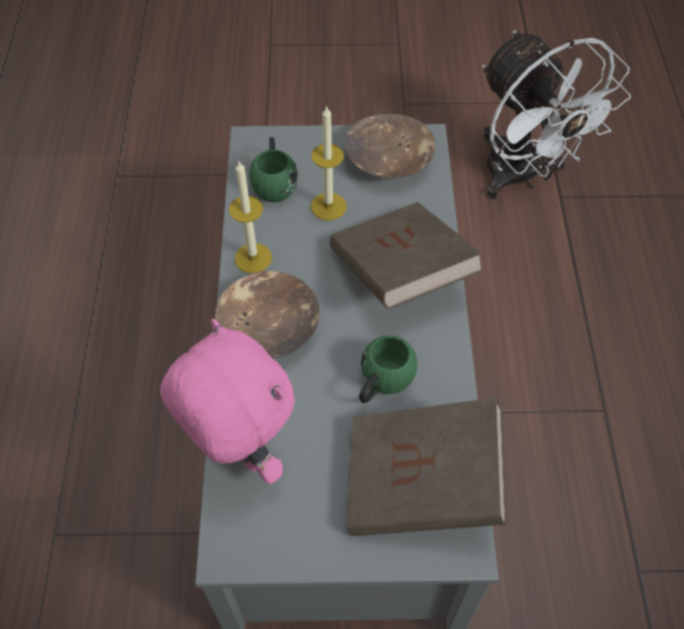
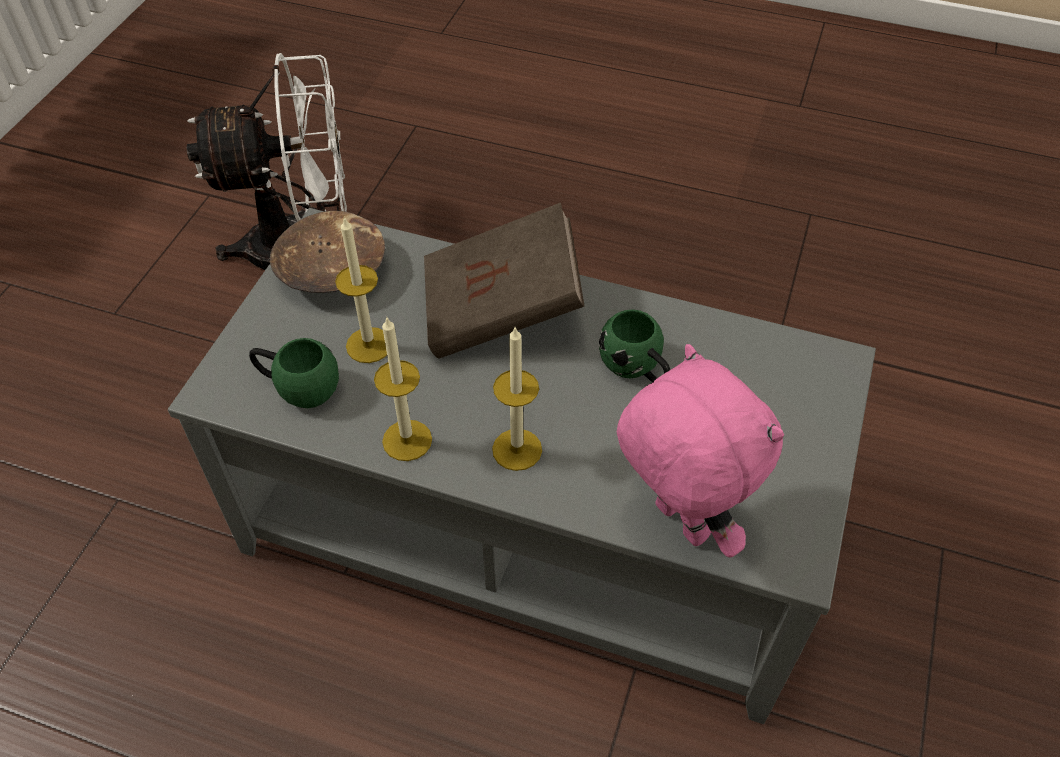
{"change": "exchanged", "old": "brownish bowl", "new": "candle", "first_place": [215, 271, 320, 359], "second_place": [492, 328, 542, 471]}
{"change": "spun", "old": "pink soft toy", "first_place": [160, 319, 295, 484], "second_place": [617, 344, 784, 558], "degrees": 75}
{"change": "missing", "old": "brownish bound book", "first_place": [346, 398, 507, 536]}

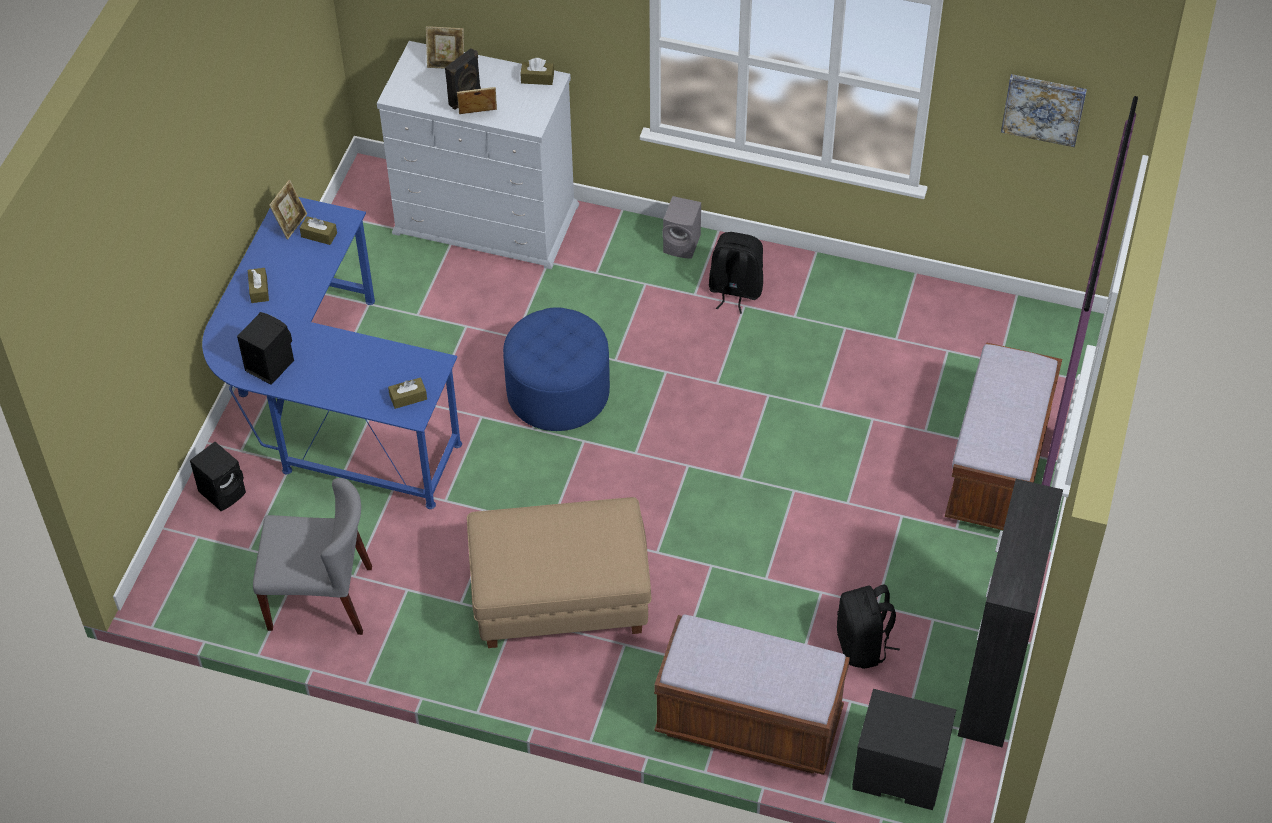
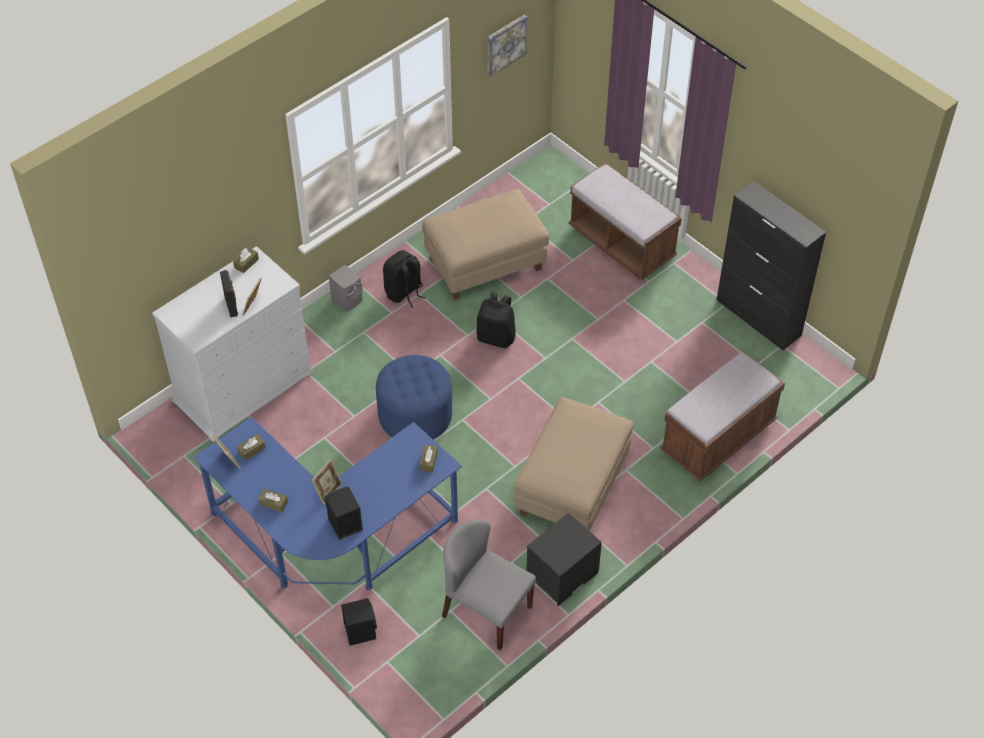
{"change": "relocated", "old": "photo frame", "first_place": [426, 26, 464, 68], "second_place": [312, 459, 342, 505]}
{"change": "spun", "old": "gray plain chair", "first_place": [253, 478, 372, 635], "second_place": [442, 519, 536, 650], "degrees": -90}
{"change": "relocated", "old": "black backpack", "first_place": [837, 585, 900, 669], "second_place": [476, 292, 515, 348]}
{"change": "relocated", "old": "black nightstand", "first_place": [852, 689, 956, 810], "second_place": [526, 513, 602, 606]}
{"change": "appeared", "new": "beige ottoman", "second_place": [422, 189, 549, 300]}

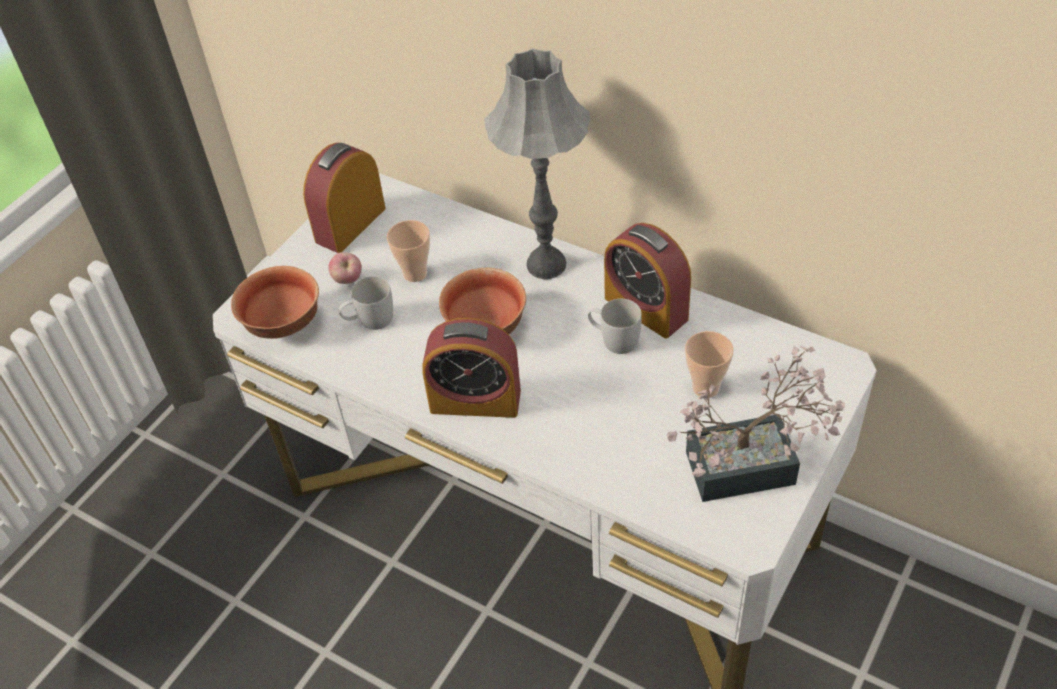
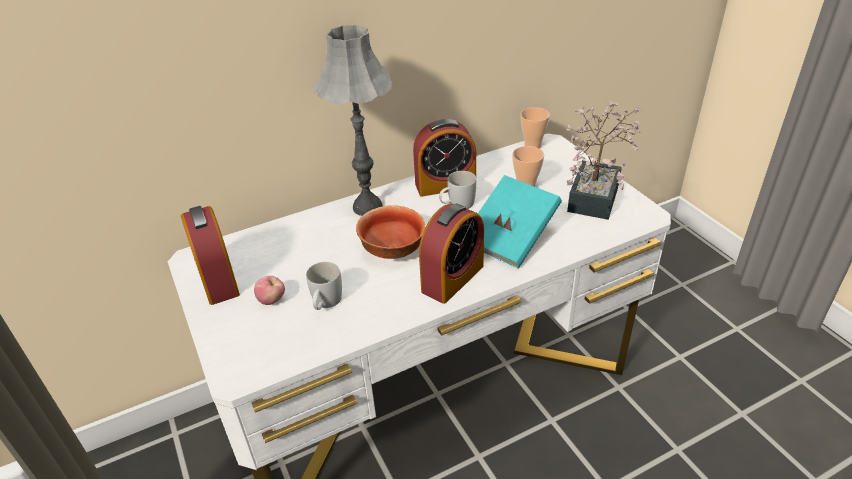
{"change": "relocated", "old": "drinking cup", "first_place": [387, 220, 430, 282], "second_place": [521, 108, 550, 149]}
{"change": "missing", "old": "bowl", "first_place": [231, 266, 319, 339]}
{"change": "appeared", "new": "turquoise-coloured bound book", "second_place": [478, 175, 562, 268]}

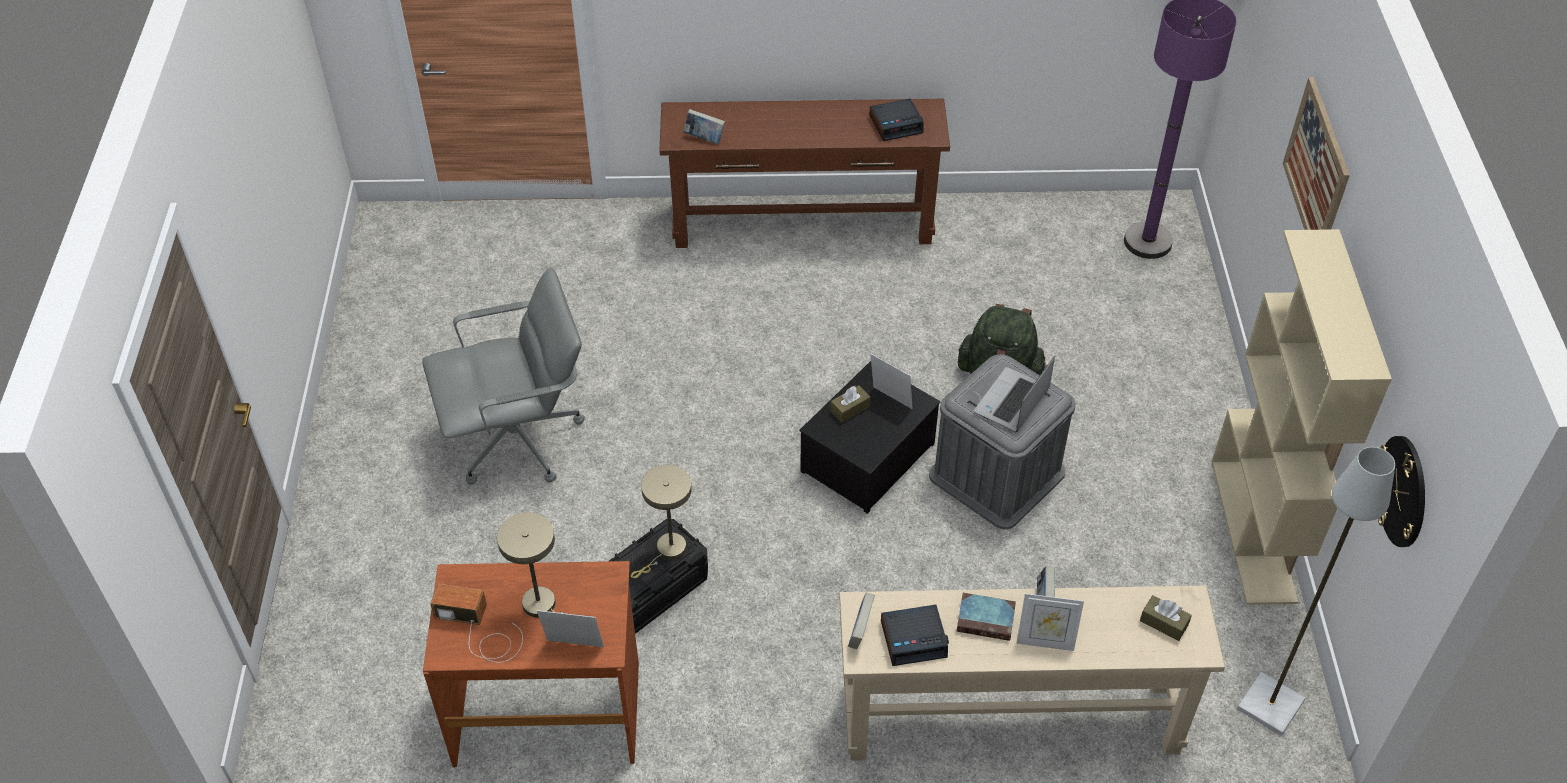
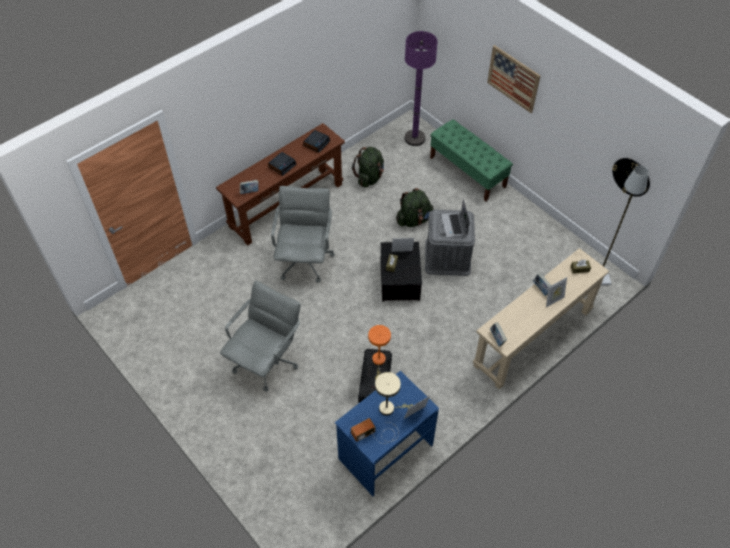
{"change": "missing", "old": "beige bookcase", "first_place": [1212, 229, 1392, 605]}
{"change": "colour", "old": "beige lamp for a table", "new": "orange lamp for a table", "first_place": [631, 465, 692, 578], "second_place": [368, 325, 391, 379]}
{"change": "colour", "old": "brownish desk unit", "new": "blue-coloured desk unit", "first_place": [423, 561, 639, 767], "second_place": [335, 371, 439, 496]}
{"change": "missing", "old": "bound book", "first_place": [957, 593, 1016, 641]}
{"change": "relocated", "old": "table clock", "first_place": [881, 605, 949, 666], "second_place": [268, 152, 297, 176]}
{"change": "appeared", "new": "green bench", "second_place": [430, 119, 513, 202]}
{"change": "appeared", "new": "green backpack", "second_place": [352, 147, 384, 187]}
{"change": "appeared", "new": "gray computer chair", "second_place": [271, 186, 335, 283]}

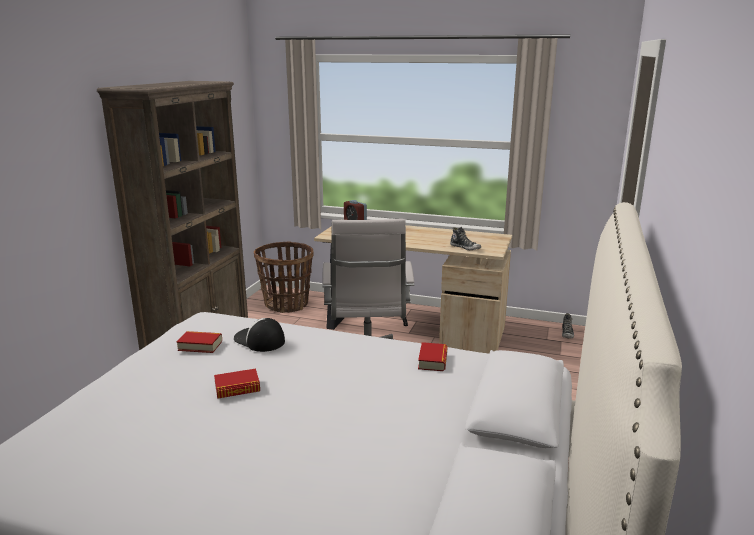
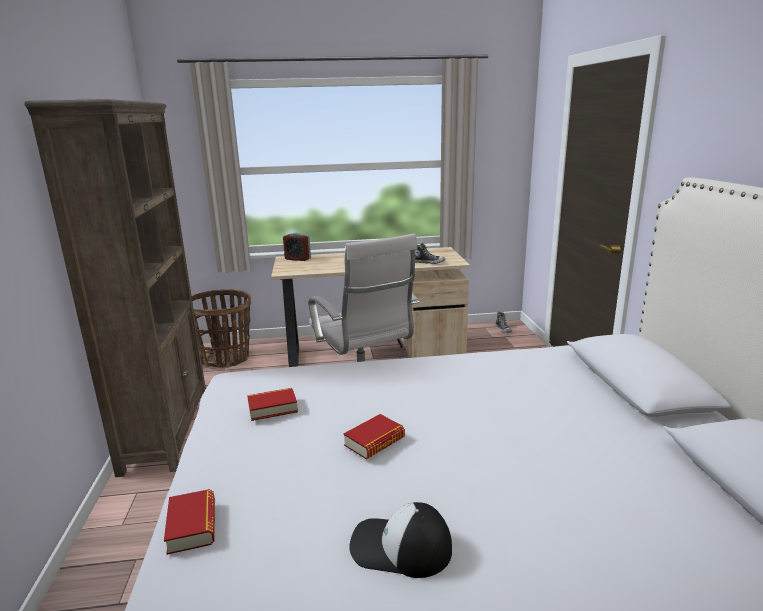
{"change": "relocated", "old": "peaked cap", "first_place": [234, 318, 285, 352], "second_place": [349, 502, 452, 578]}
{"change": "relocated", "old": "bound book", "first_place": [418, 342, 448, 371], "second_place": [164, 489, 215, 555]}

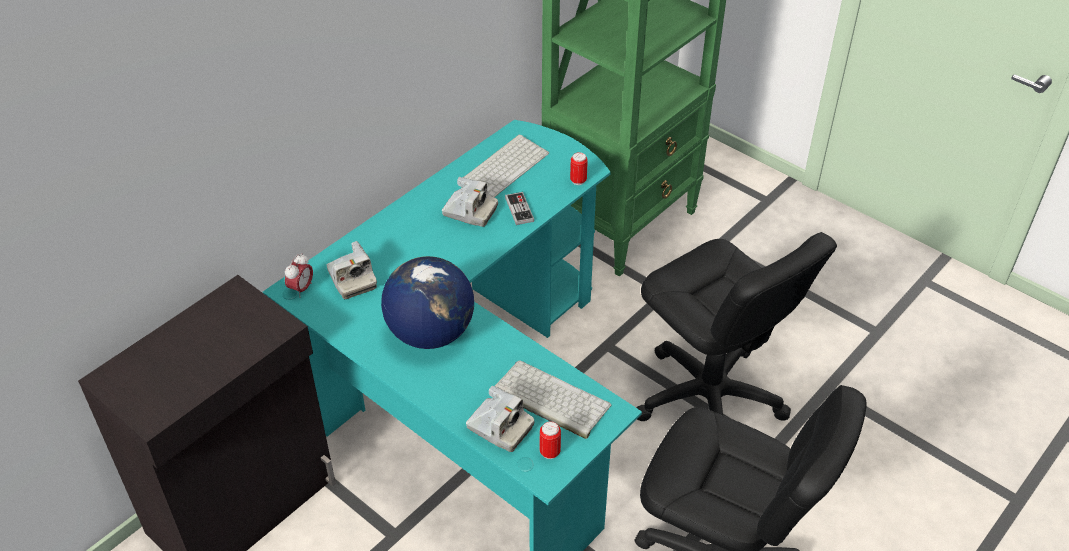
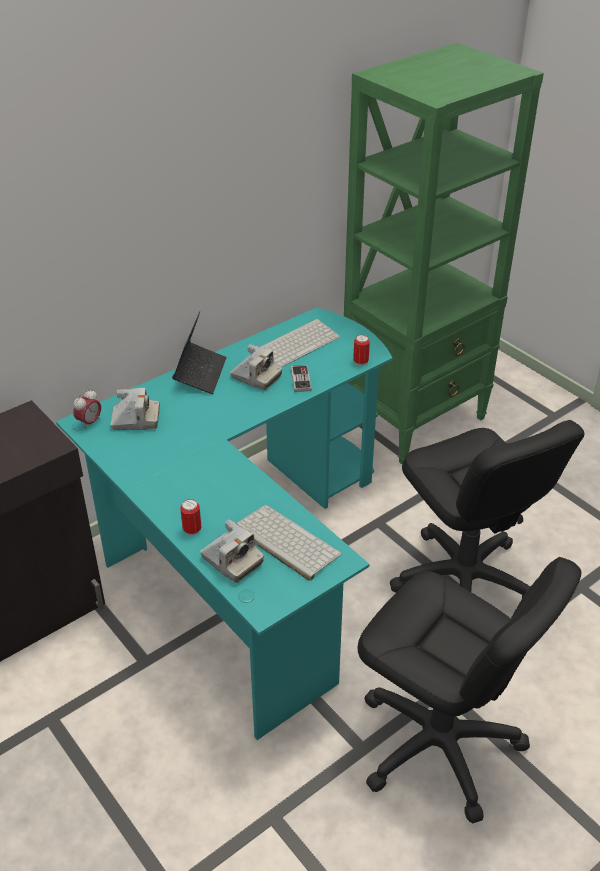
{"change": "spun", "old": "photo camera", "first_place": [327, 241, 377, 299], "second_place": [110, 388, 160, 430], "degrees": -75}
{"change": "missing", "old": "world globe", "first_place": [381, 256, 474, 349]}
{"change": "relocated", "old": "metal can", "first_place": [540, 421, 561, 459], "second_place": [180, 499, 201, 535]}
{"change": "appeared", "new": "notebook computer", "second_place": [172, 312, 227, 394]}

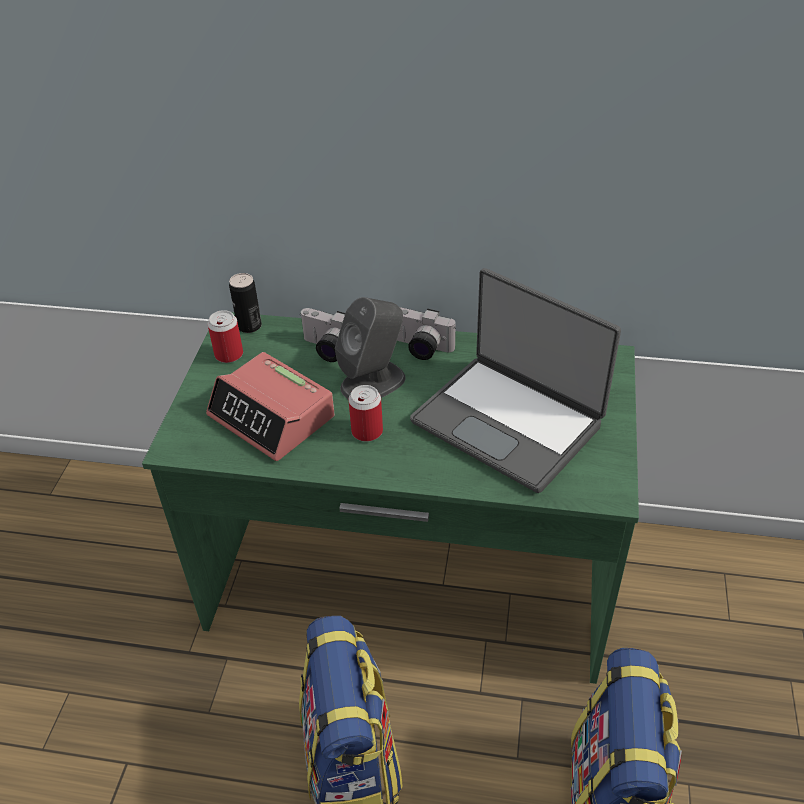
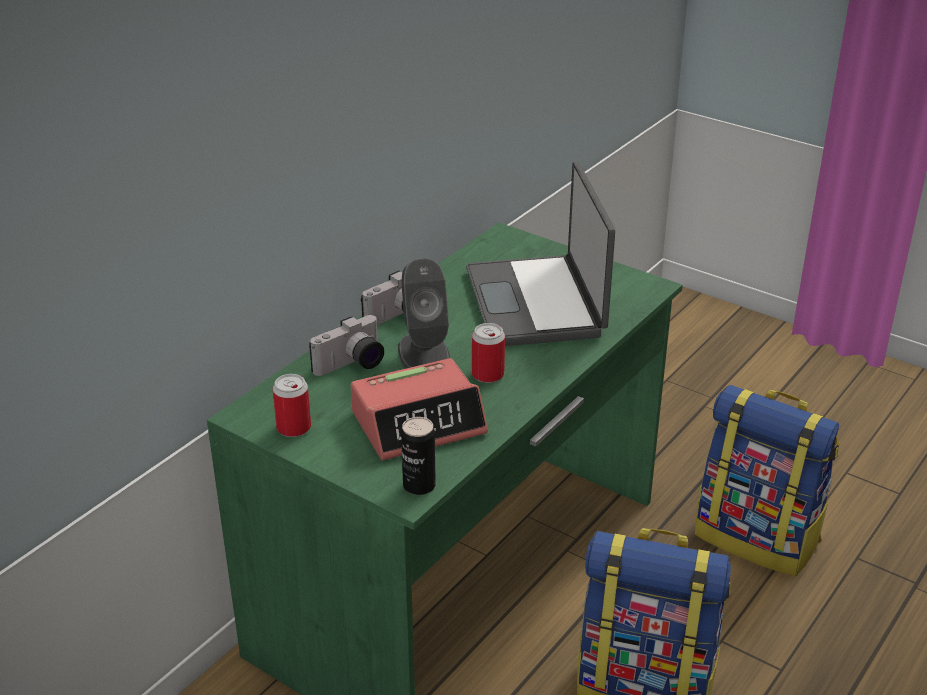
{"change": "spun", "old": "notebook computer", "first_place": [410, 268, 621, 493], "second_place": [466, 162, 615, 346], "degrees": 105}
{"change": "relocated", "old": "metal can", "first_place": [229, 273, 262, 333], "second_place": [401, 417, 436, 495]}

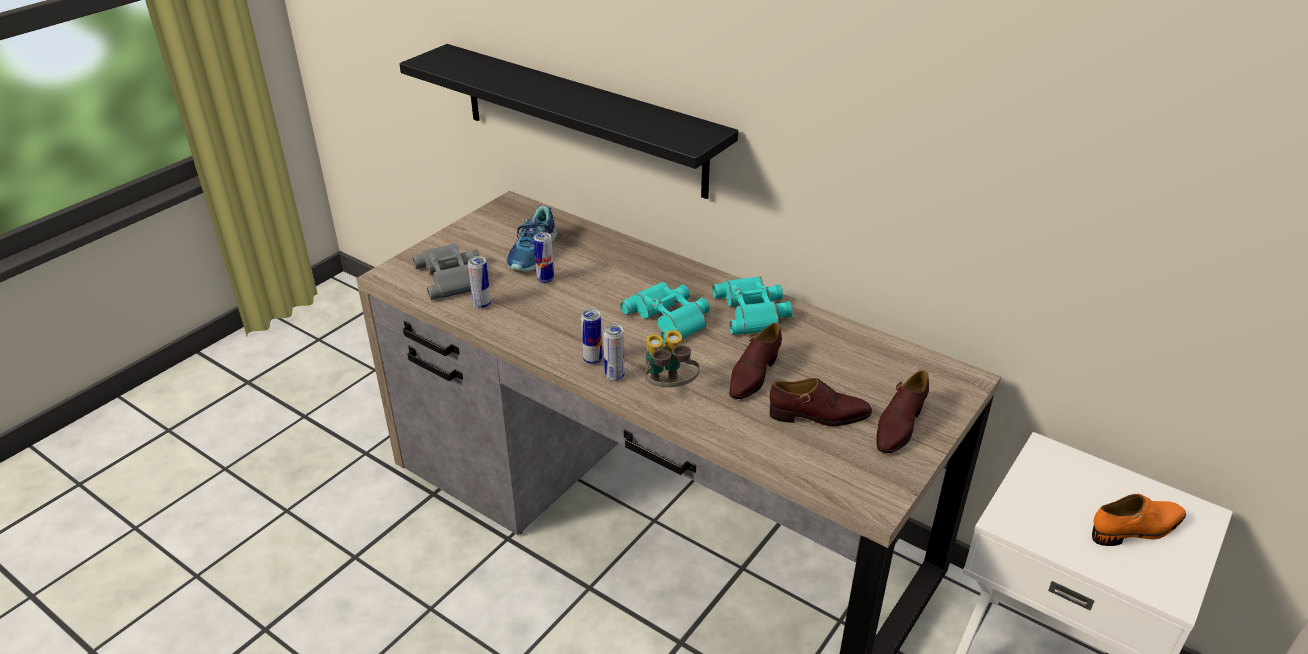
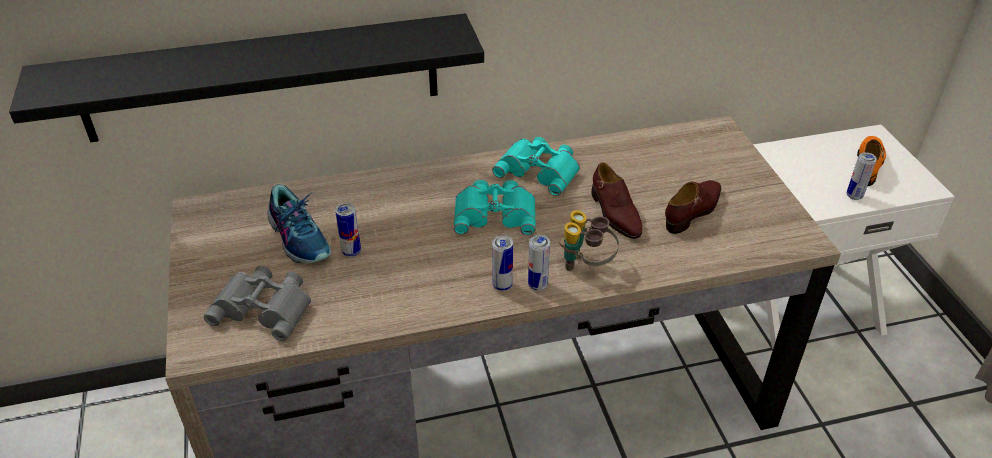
{"change": "relocated", "old": "metal can", "first_place": [468, 256, 491, 309], "second_place": [847, 152, 877, 200]}
{"change": "missing", "old": "brownish item of footwear", "first_place": [876, 370, 929, 453]}

